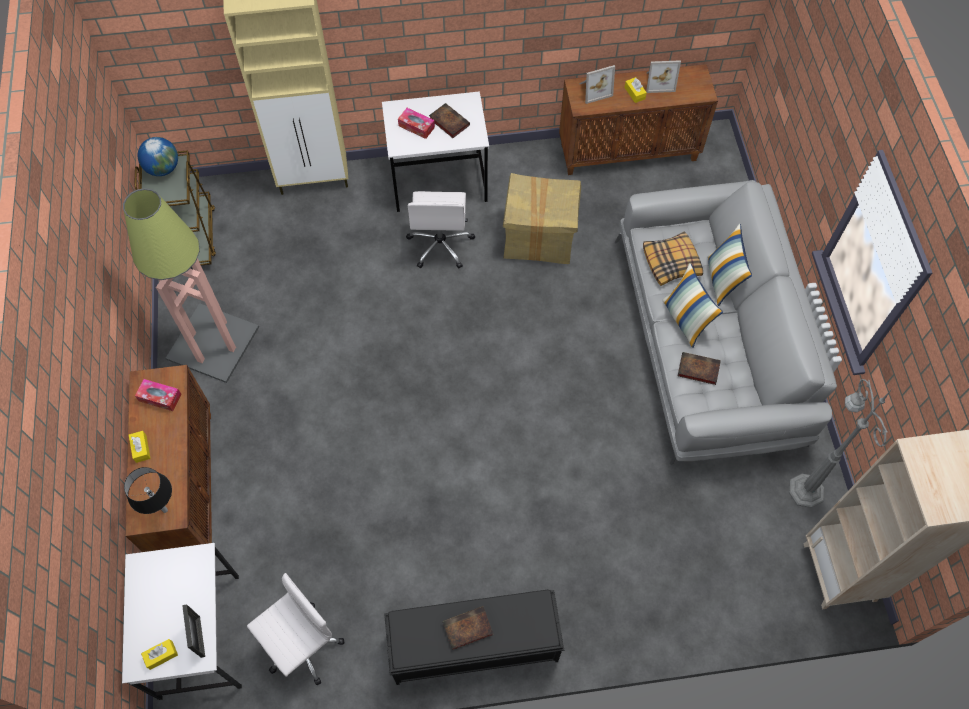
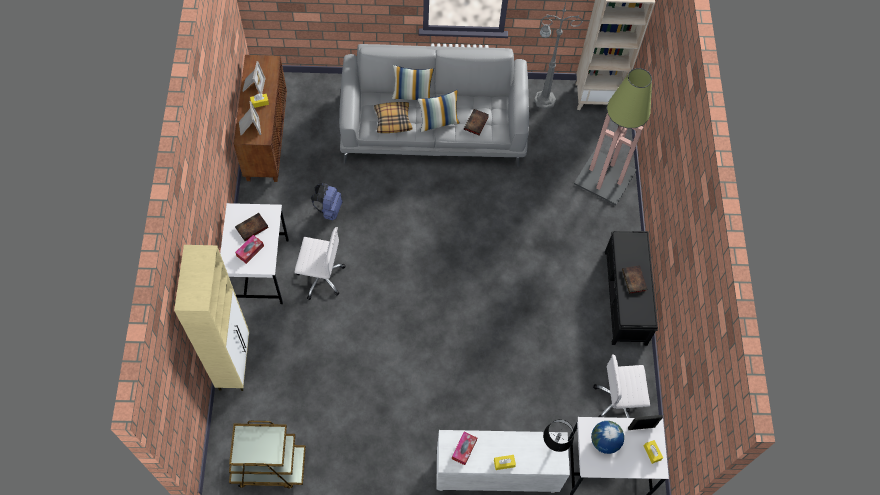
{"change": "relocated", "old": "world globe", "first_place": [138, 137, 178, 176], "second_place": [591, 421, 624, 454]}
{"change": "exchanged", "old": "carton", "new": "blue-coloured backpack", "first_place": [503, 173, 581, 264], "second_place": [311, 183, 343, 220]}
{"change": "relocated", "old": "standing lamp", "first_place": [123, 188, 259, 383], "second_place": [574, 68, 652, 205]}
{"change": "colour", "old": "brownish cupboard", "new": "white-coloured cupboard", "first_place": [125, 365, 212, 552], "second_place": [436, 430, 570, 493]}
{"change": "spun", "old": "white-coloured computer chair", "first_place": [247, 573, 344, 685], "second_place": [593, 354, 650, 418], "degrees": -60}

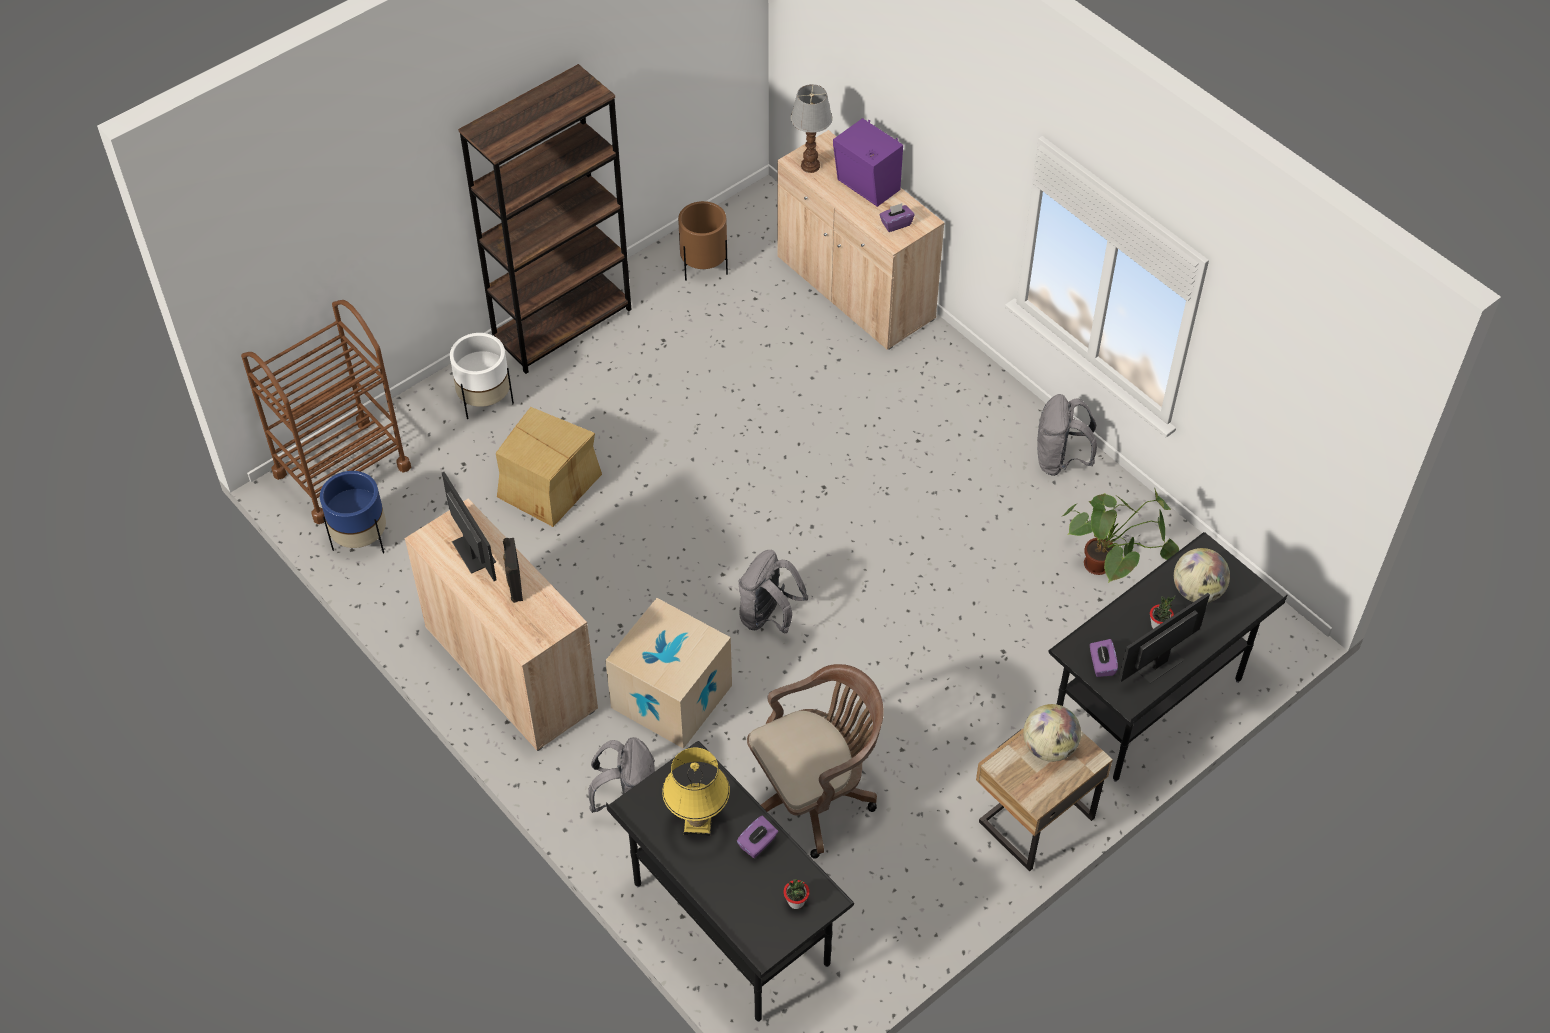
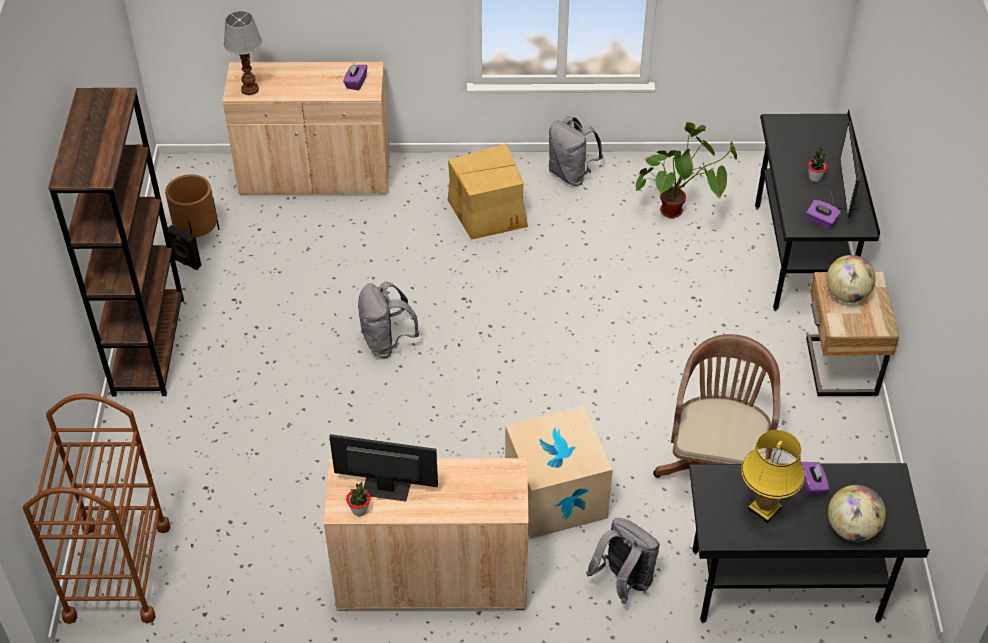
{"change": "missing", "old": "purple-coloured loudspeaker", "first_place": [833, 118, 903, 207]}
{"change": "missing", "old": "white-coloured flower pot", "first_place": [450, 333, 514, 419]}
{"change": "relocated", "old": "carton", "first_place": [496, 407, 602, 527], "second_place": [448, 144, 528, 240]}
{"change": "missing", "old": "blue-coloured flower pot", "first_place": [320, 471, 386, 554]}
{"change": "relocated", "old": "black loudspeaker", "first_place": [503, 538, 523, 603], "second_place": [168, 225, 201, 270]}
{"change": "relocated", "old": "world globe", "first_place": [1174, 548, 1230, 603], "second_place": [828, 485, 886, 541]}
{"change": "relocated", "old": "gray backpack", "first_place": [738, 550, 808, 634], "second_place": [358, 282, 420, 358]}
{"change": "relocated", "old": "plant in a pot", "first_place": [783, 879, 810, 909], "second_place": [346, 482, 370, 516]}

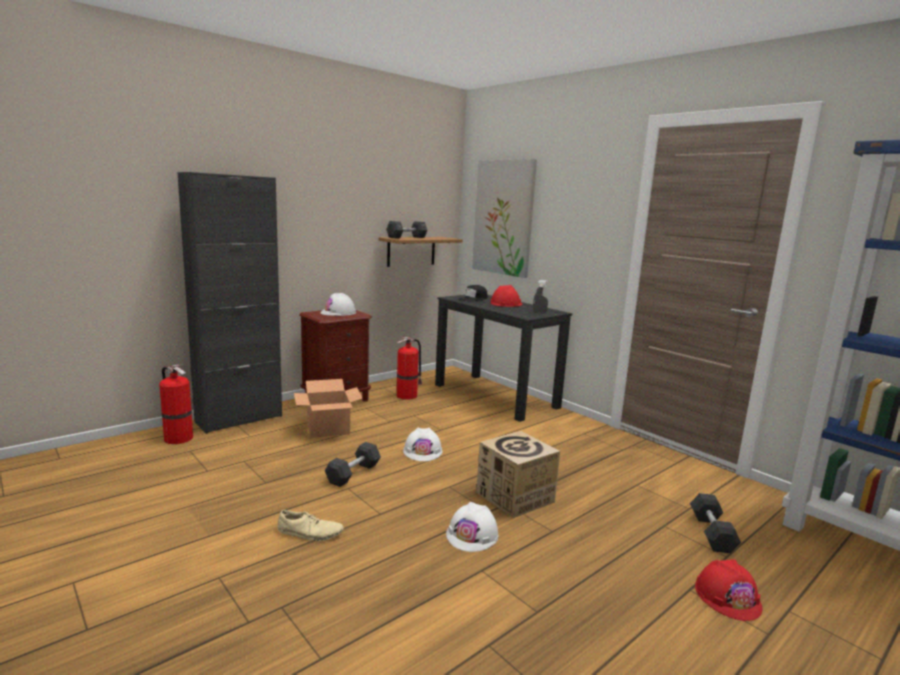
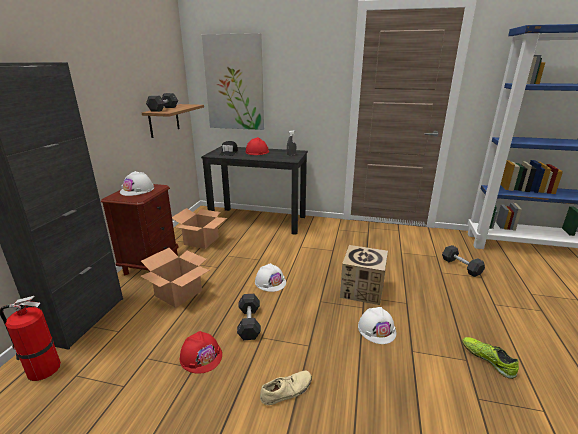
{"change": "exchanged", "old": "fire-fighting cylinder", "new": "carton", "first_place": [397, 336, 422, 400], "second_place": [172, 208, 227, 249]}
{"change": "relocated", "old": "reddish work helmet", "first_place": [695, 559, 763, 621], "second_place": [180, 331, 222, 374]}
{"change": "appeared", "new": "item of footwear", "second_place": [462, 337, 519, 379]}

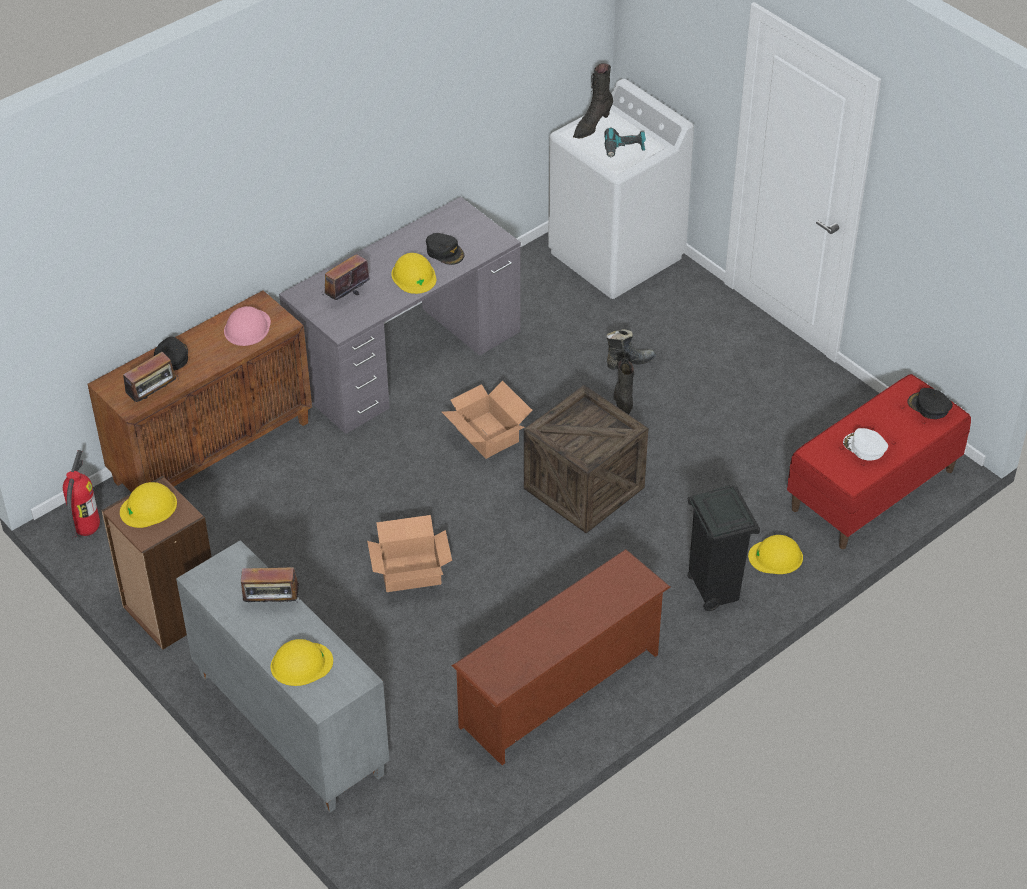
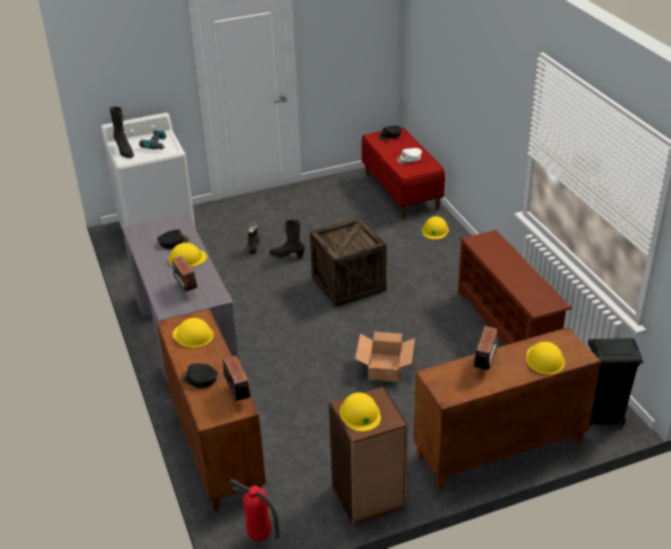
{"change": "colour", "old": "pink work helmet", "new": "yellow-coloured work helmet", "first_place": [224, 306, 271, 346], "second_place": [173, 318, 214, 348]}
{"change": "missing", "old": "carton", "first_place": [442, 381, 533, 459]}
{"change": "relocated", "old": "black waste bin", "first_place": [687, 485, 760, 611], "second_place": [588, 338, 643, 426]}
{"change": "colour", "old": "gray cupboard", "new": "brownish cupboard", "first_place": [176, 540, 389, 813], "second_place": [413, 327, 601, 489]}

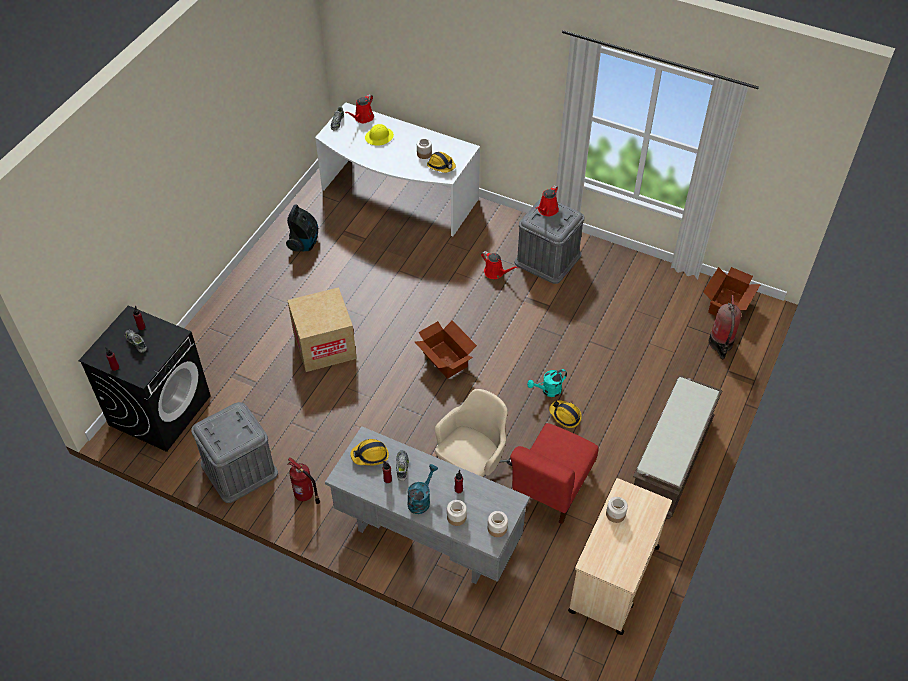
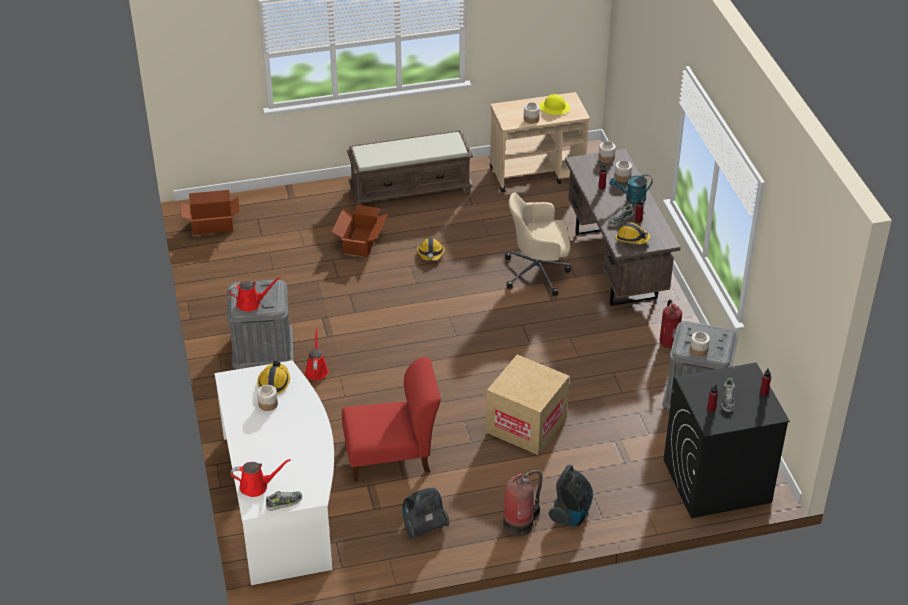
{"change": "relocated", "old": "yellow-coloured work helmet", "first_place": [365, 124, 394, 146], "second_place": [539, 94, 570, 115]}
{"change": "relocated", "old": "fire-fighting cylinder", "first_place": [709, 295, 741, 359], "second_place": [503, 470, 543, 537]}
{"change": "relocated", "old": "carton", "first_place": [415, 320, 477, 379], "second_place": [332, 205, 388, 257]}
{"change": "missing", "old": "turquoise-coloured watering pot", "first_place": [527, 369, 567, 397]}
{"change": "relocated", "old": "reddish plain chair", "first_place": [510, 423, 599, 524], "second_place": [342, 357, 441, 482]}
{"change": "colour", "old": "gray desk unit", "new": "brownish desk unit", "first_place": [325, 426, 530, 584], "second_place": [565, 149, 681, 306]}
{"change": "appeared", "new": "jar", "second_place": [690, 332, 710, 357]}
{"change": "appeared", "new": "vacuum", "second_place": [549, 465, 593, 526]}

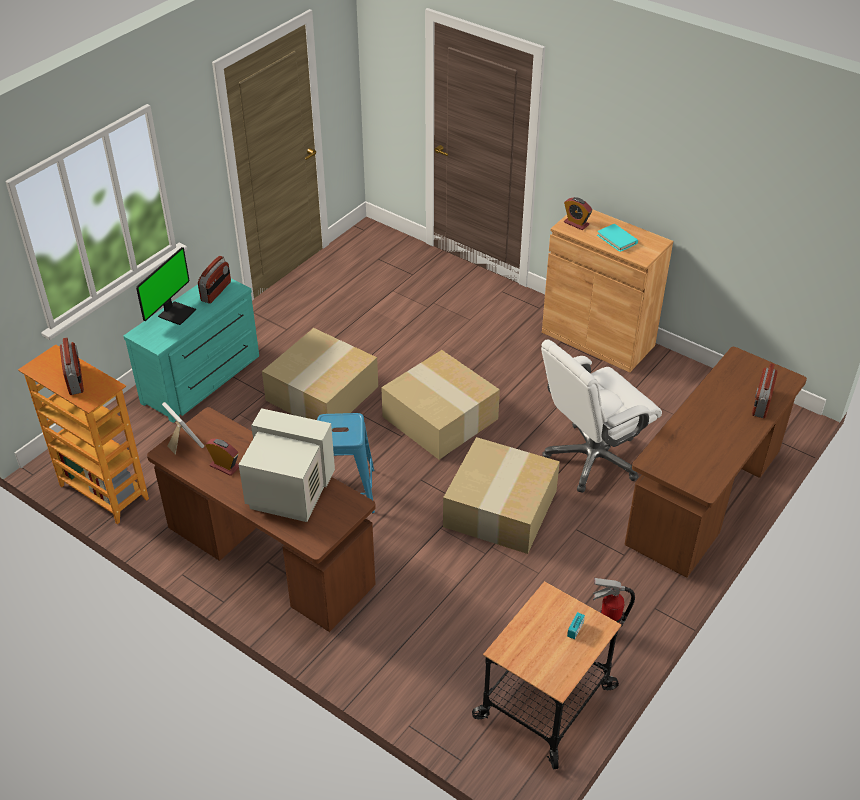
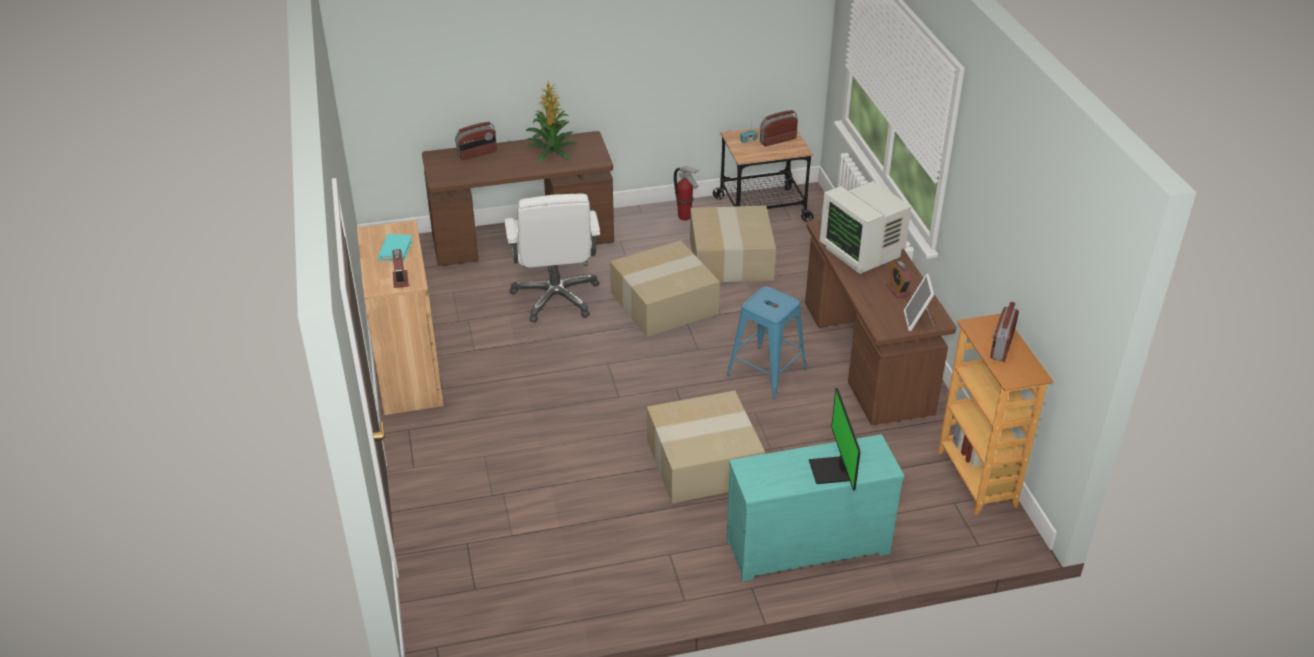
{"change": "spun", "old": "computer display", "first_place": [136, 247, 196, 325], "second_place": [809, 388, 861, 491], "degrees": -75}
{"change": "relocated", "old": "radio receiver", "first_place": [198, 256, 231, 304], "second_place": [760, 110, 798, 146]}
{"change": "spun", "old": "white-coloured computer chair", "first_place": [541, 339, 662, 493], "second_place": [504, 194, 600, 322], "degrees": 75}
{"change": "relocated", "old": "carton", "first_place": [381, 350, 500, 460], "second_place": [690, 205, 776, 282]}
{"change": "appeared", "new": "plant in a pot", "second_place": [525, 80, 577, 162]}

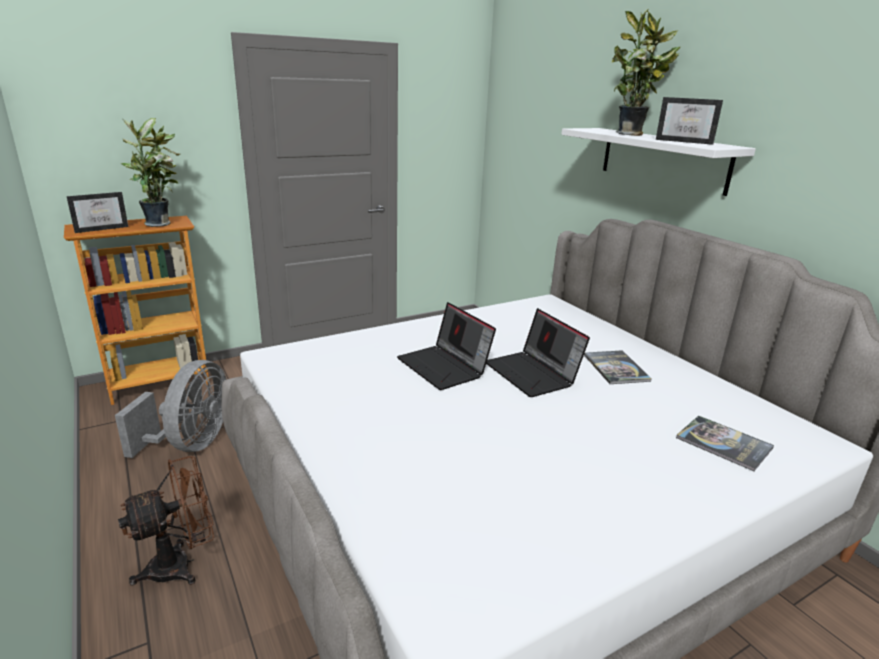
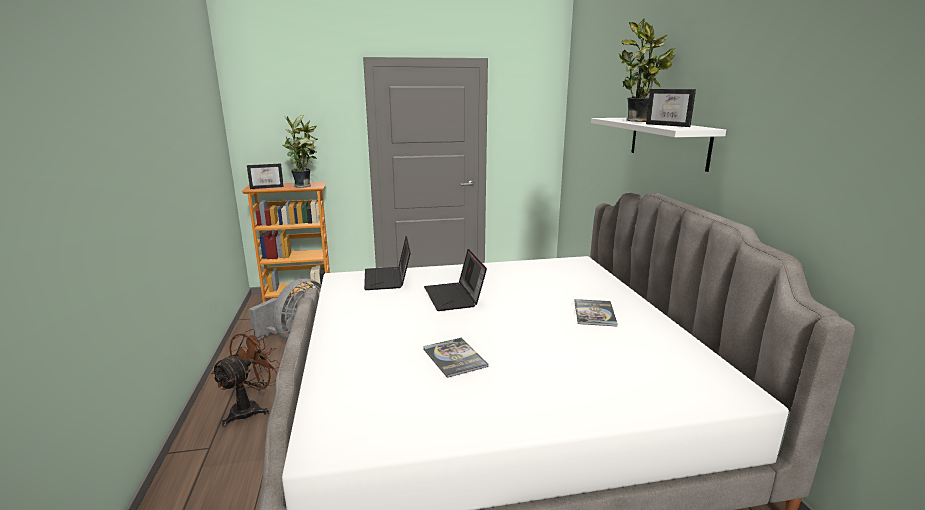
{"change": "relocated", "old": "notebook computer", "first_place": [486, 308, 590, 397], "second_place": [364, 236, 411, 290]}
{"change": "relocated", "old": "bound book", "first_place": [676, 416, 774, 471], "second_place": [423, 338, 489, 378]}
{"change": "spun", "old": "brownish electric fan", "first_place": [118, 456, 214, 586], "second_place": [211, 329, 280, 427], "degrees": -45}

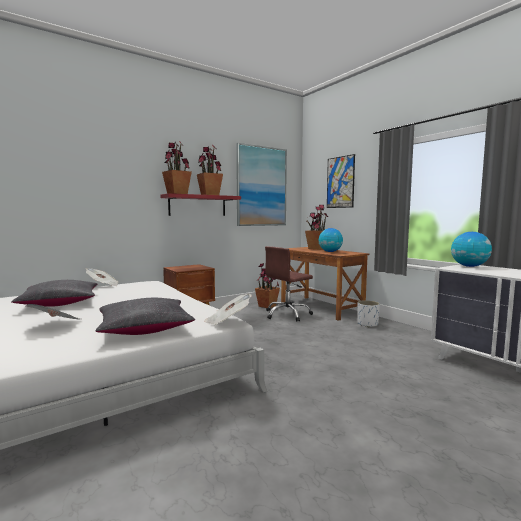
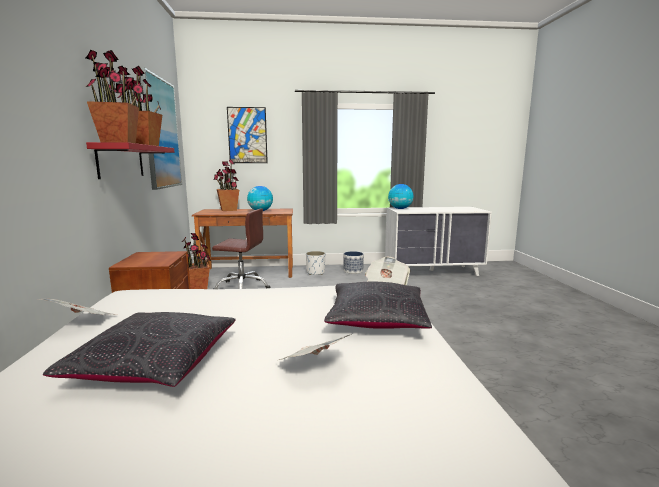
{"change": "spun", "old": "brownish computer chair", "first_place": [265, 246, 313, 321], "second_place": [212, 208, 270, 289], "degrees": -75}
{"change": "appeared", "new": "flower pot", "second_place": [343, 251, 364, 274]}

